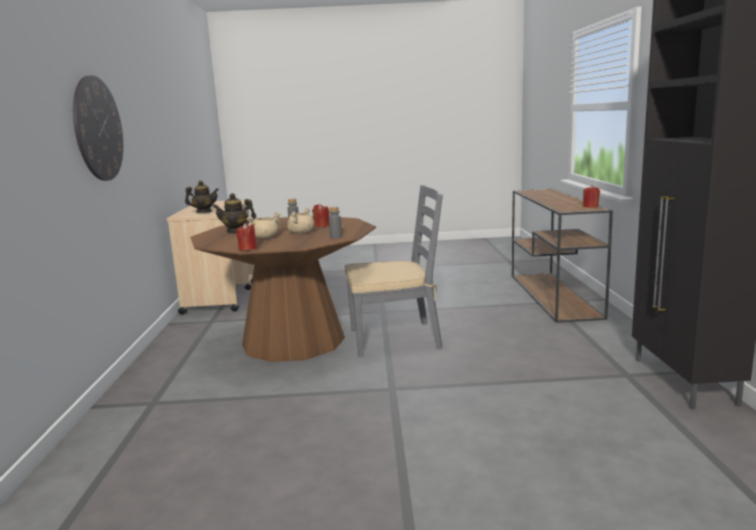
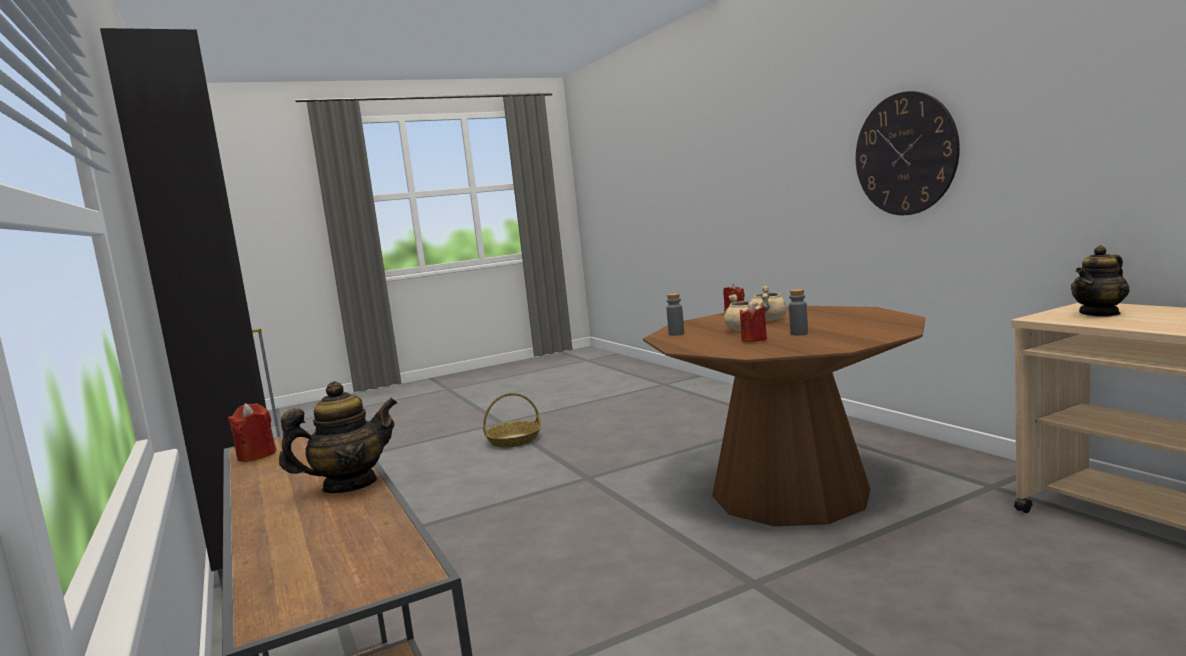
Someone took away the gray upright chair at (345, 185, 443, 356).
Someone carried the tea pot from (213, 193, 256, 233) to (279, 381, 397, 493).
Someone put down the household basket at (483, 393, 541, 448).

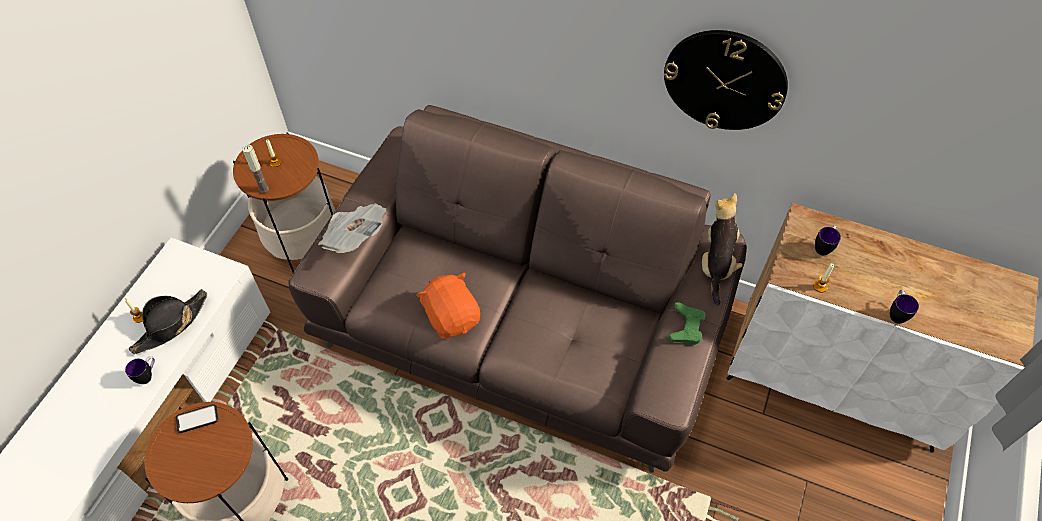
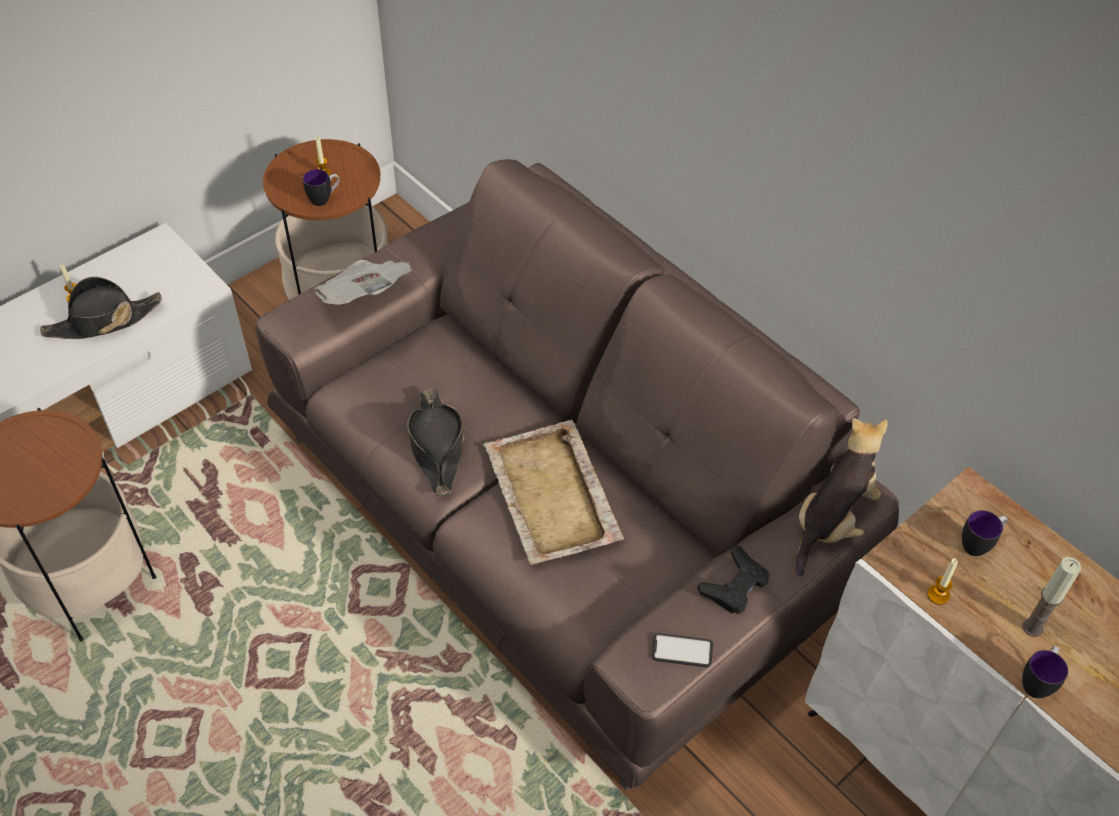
Someone took away the hanging clock at (664, 30, 788, 130).
Someone carried the wax light from (242, 145, 269, 193) to (1022, 557, 1081, 637).
Someone swapped the orange-coloured soft toy at (416, 272, 480, 339) for the blackish hat at (408, 388, 464, 497).
Someone repainted the greenish gamepad at (668, 302, 706, 345), which became the blackish gamepad at (697, 545, 770, 614).
Someone carried the tea mug from (125, 356, 155, 384) to (303, 169, 340, 206).
Someone carried the telephone from (176, 404, 218, 433) to (652, 633, 713, 667).
Someone put down the beige-coloured serving tray at (483, 420, 624, 565).

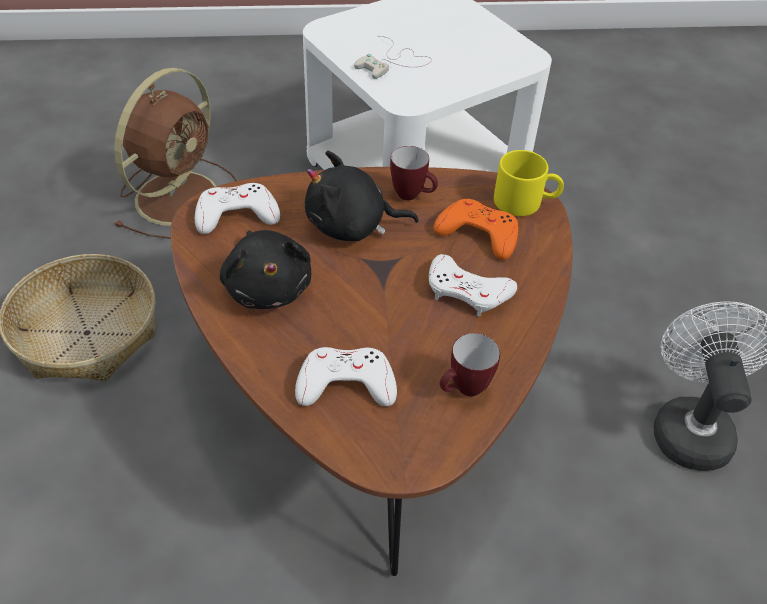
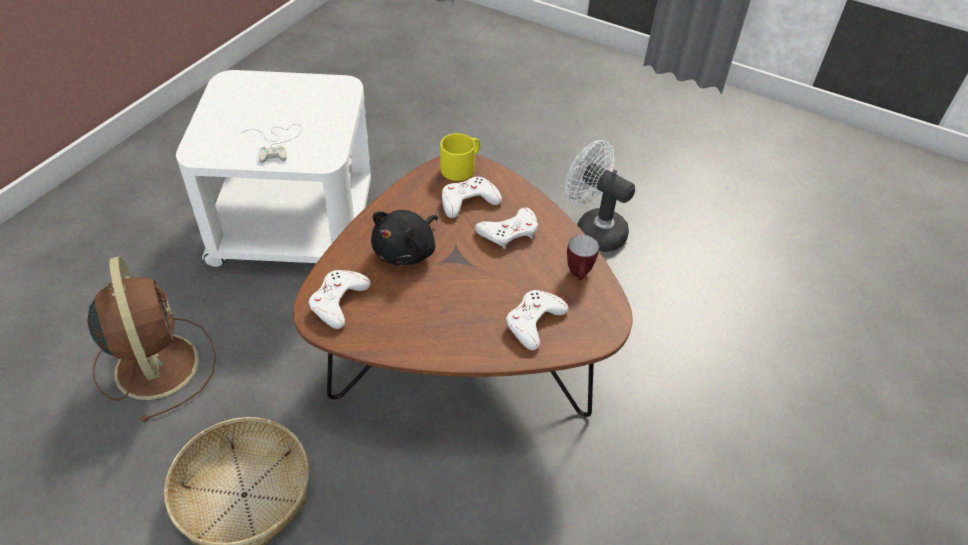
Someone took away the tea mug at (390, 146, 438, 200).
Someone repainted the orange-coloured gamepad at (434, 199, 518, 260), which became the whitish gamepad at (442, 177, 502, 218).
Someone took away the blackish soft toy at (220, 230, 311, 309).

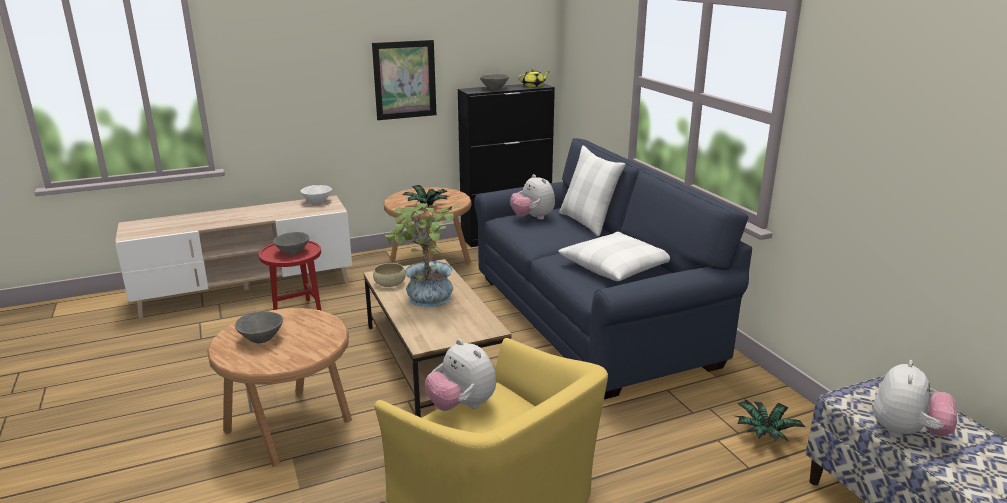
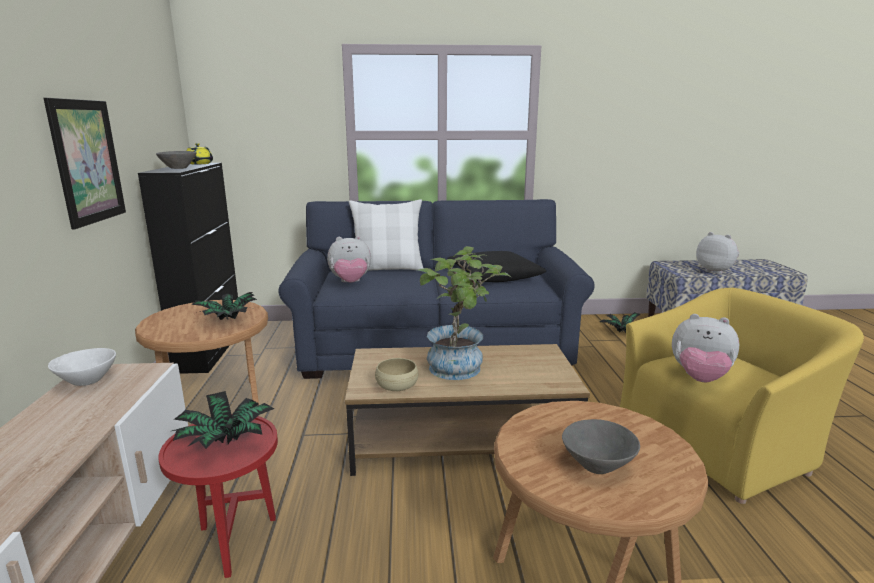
Someone swapped the gray serving bowl at (273, 232, 310, 255) for the plant in a pot at (172, 391, 274, 449).
Someone repainted the whitish cushion at (558, 232, 670, 281), which became the blackish cushion at (447, 251, 546, 282).
Someone rotated the soft toy at (425, 339, 496, 411) by 45 degrees clockwise.

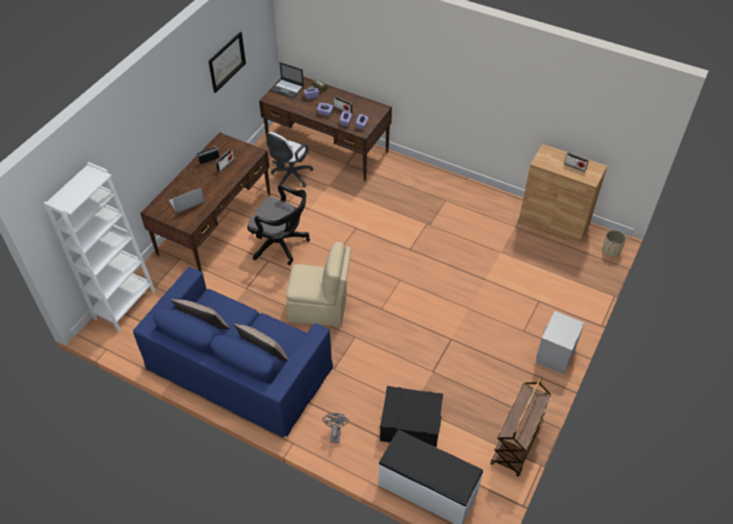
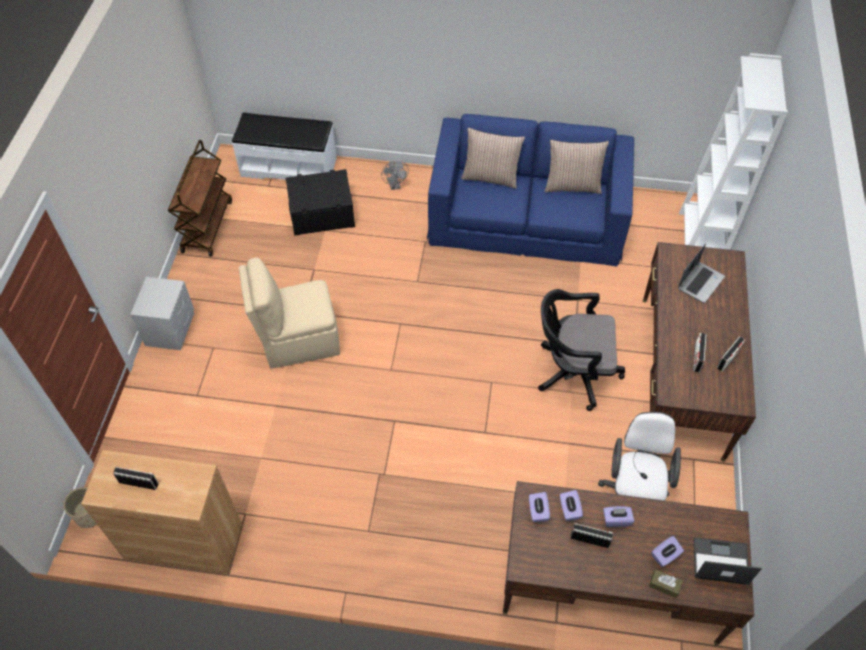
Someone took away the wall art at (208, 32, 246, 93).
Someone carried the beige-coloured upright chair from (286, 242, 351, 327) to (239, 257, 340, 369).

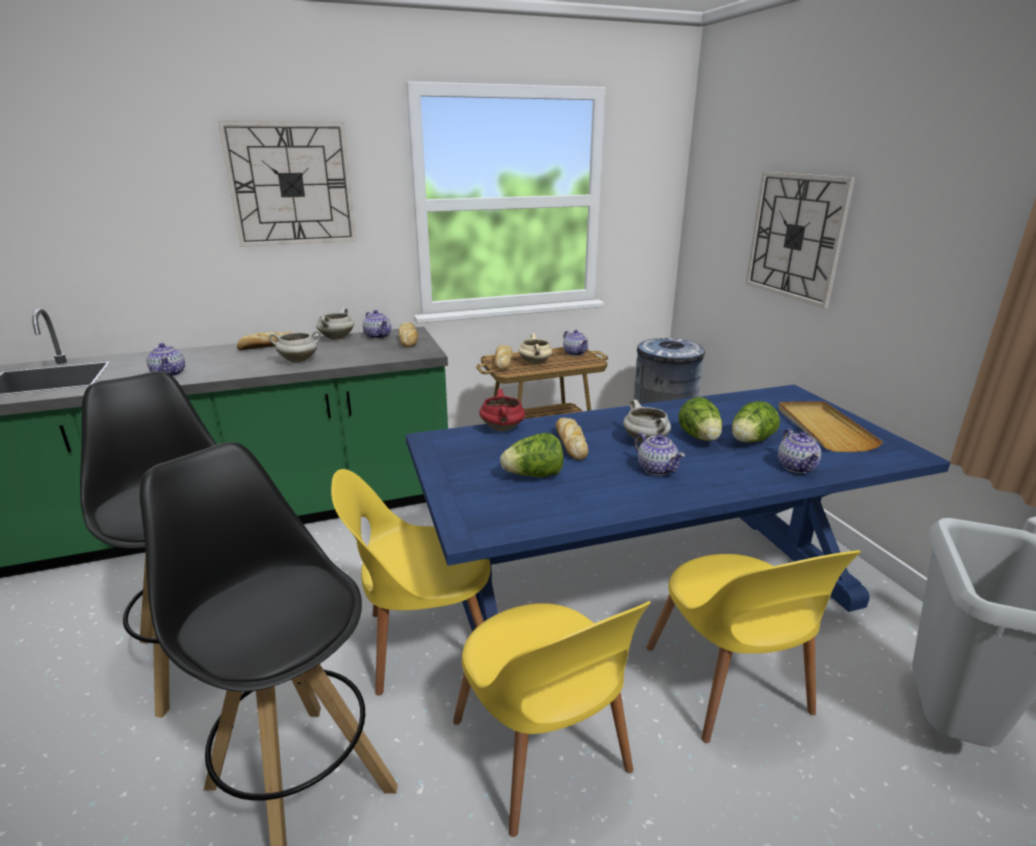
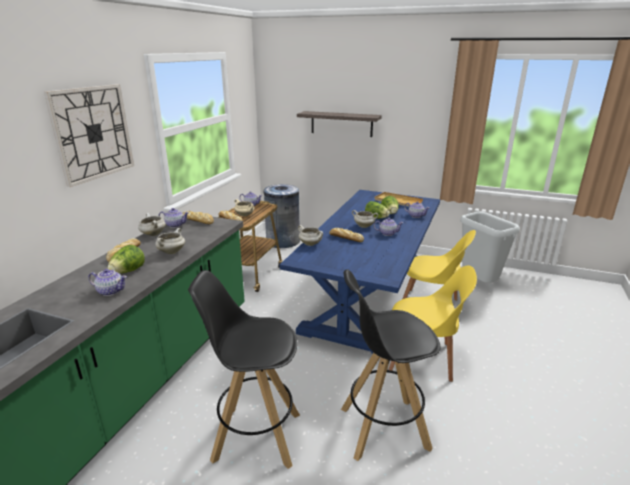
Someone swapped the hanging clock at (746, 172, 855, 308) for the bracket shelf at (297, 111, 382, 137).
Someone repainted the red-coloured saucepot at (479, 389, 525, 431), which became the whitish saucepot at (298, 225, 323, 246).
Someone carried the lettuce from (500, 433, 563, 477) to (108, 245, 145, 274).
Someone took away the yellow-coloured upright chair at (331, 469, 491, 696).

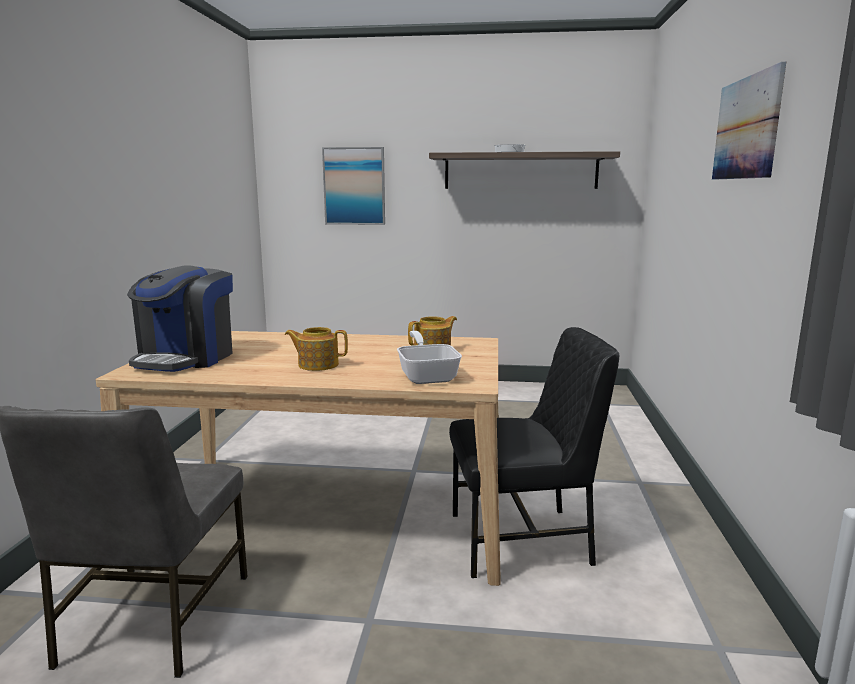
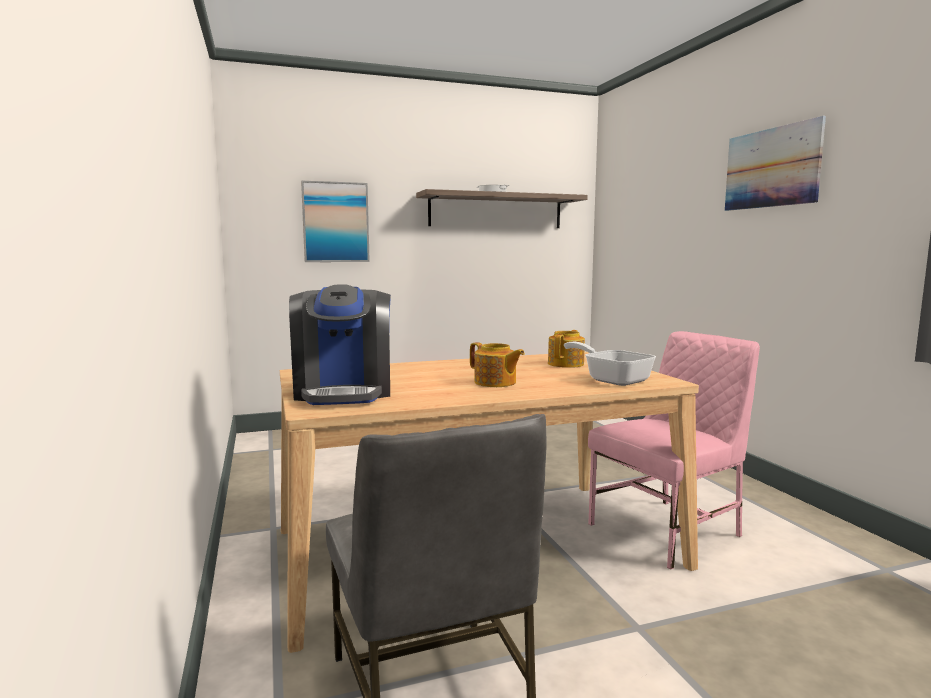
Someone rotated the tea pot at (285, 327, 348, 371) by 120 degrees counterclockwise.
Someone repainted the blackish upright chair at (449, 327, 619, 578), which became the pinkish upright chair at (588, 331, 760, 570).

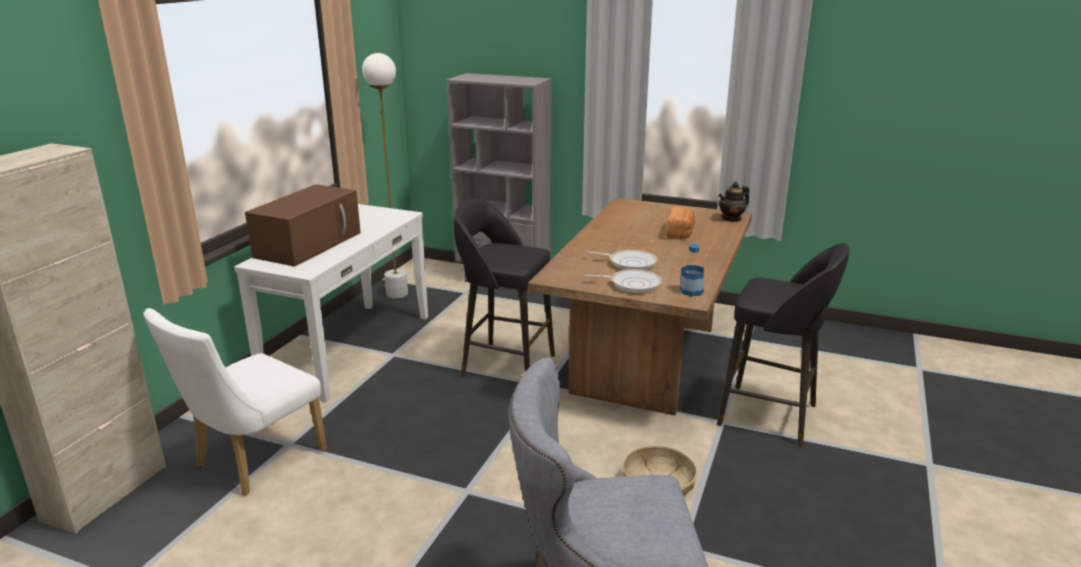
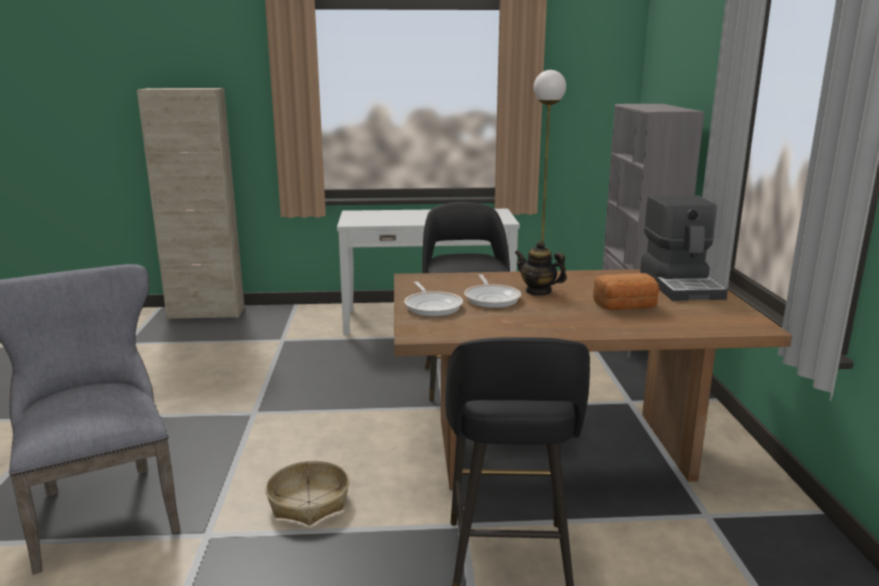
Someone carried the tea pot from (718, 181, 750, 222) to (515, 241, 567, 296).
Someone took away the brown microwave at (245, 184, 361, 267).
Someone took away the bottle at (680, 244, 704, 296).
Someone took away the whitish upright chair at (144, 308, 327, 496).
Someone put down the coffee machine at (640, 195, 728, 301).

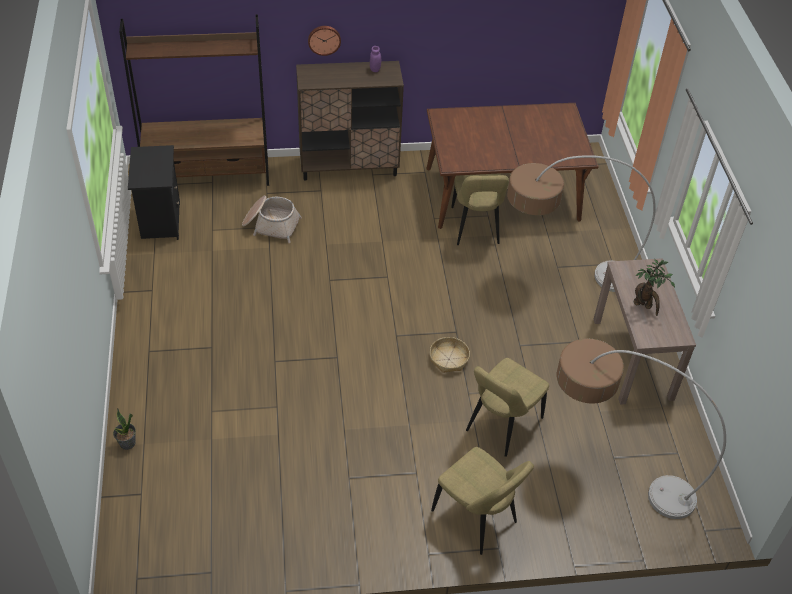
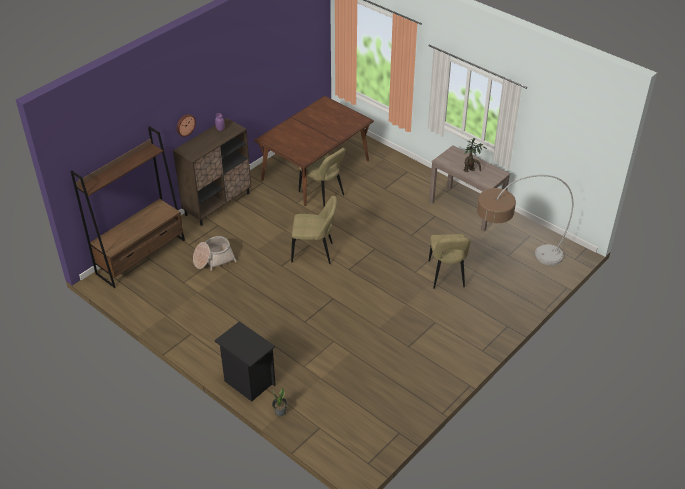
Someone carried the blackish night table from (128, 145, 180, 240) to (214, 321, 276, 402).
Someone took away the standing lamp at (507, 155, 656, 292).
Someone took away the household basket at (430, 337, 470, 373).
Someone carried the beige-coloured upright chair from (431, 447, 534, 555) to (291, 195, 337, 264).

